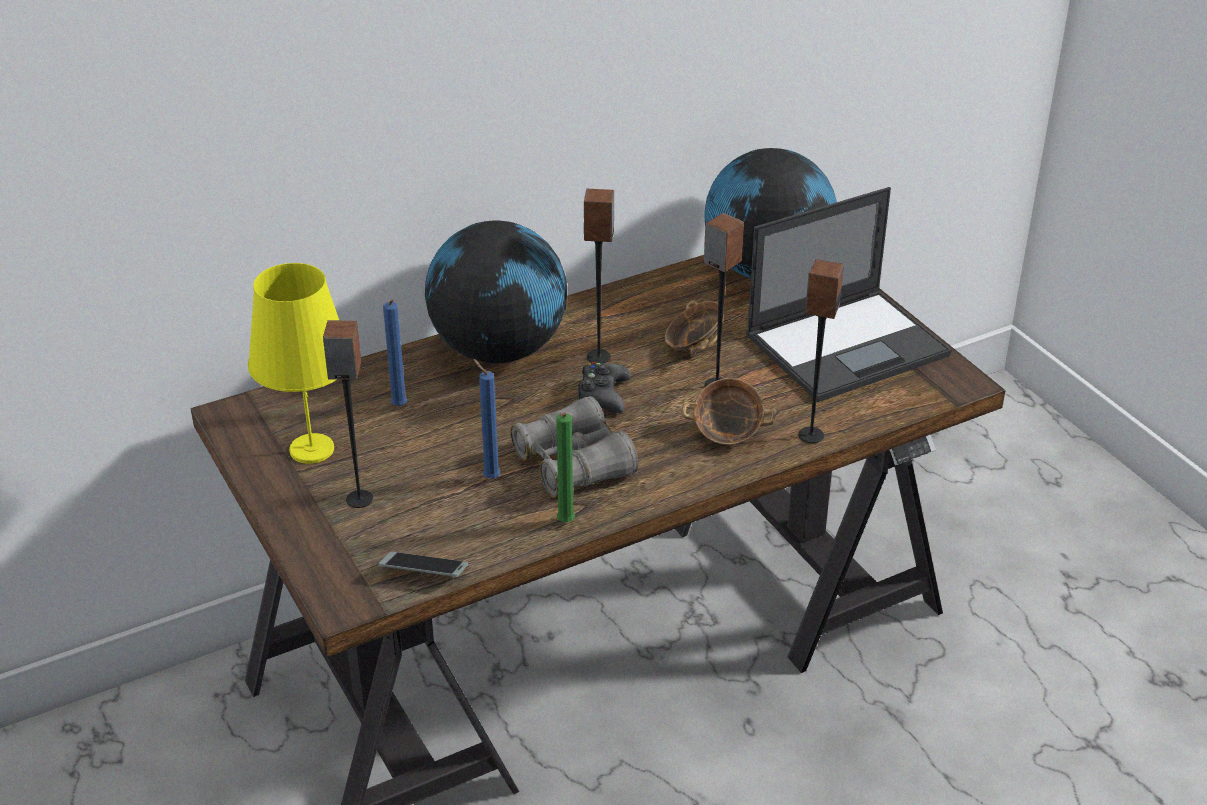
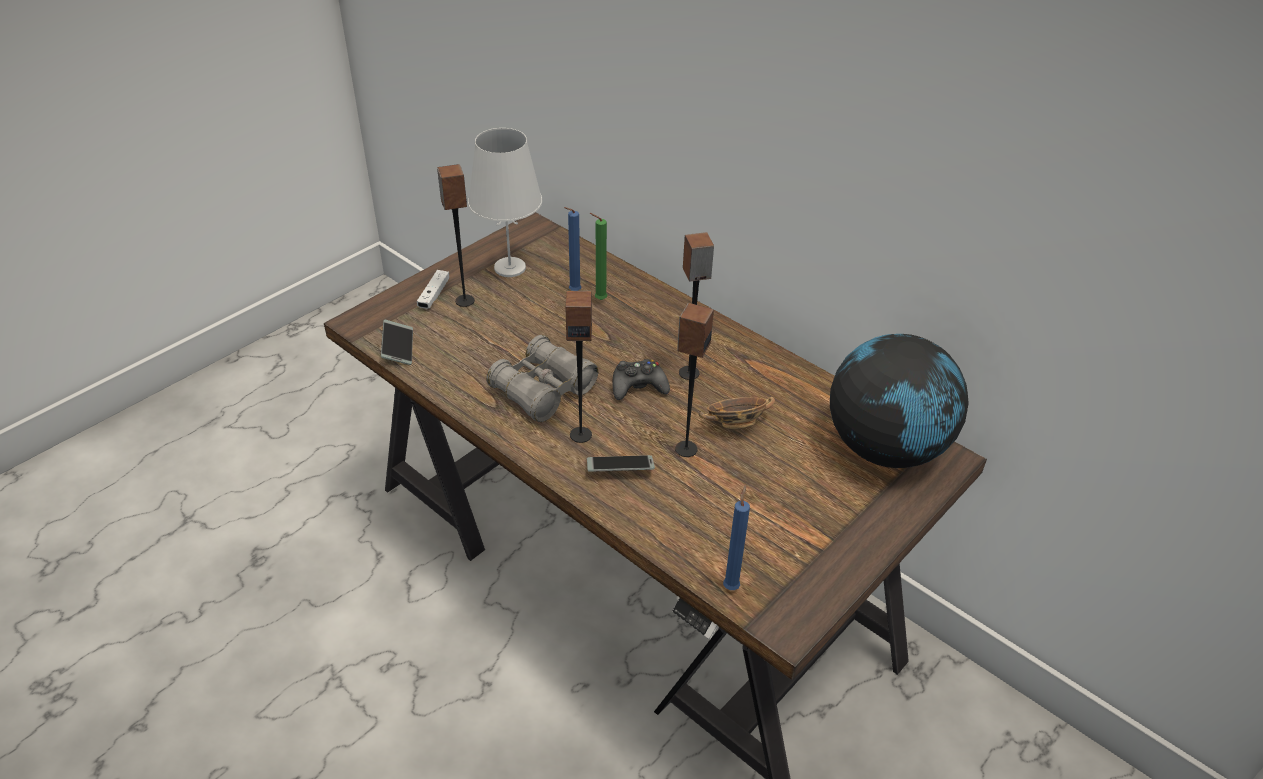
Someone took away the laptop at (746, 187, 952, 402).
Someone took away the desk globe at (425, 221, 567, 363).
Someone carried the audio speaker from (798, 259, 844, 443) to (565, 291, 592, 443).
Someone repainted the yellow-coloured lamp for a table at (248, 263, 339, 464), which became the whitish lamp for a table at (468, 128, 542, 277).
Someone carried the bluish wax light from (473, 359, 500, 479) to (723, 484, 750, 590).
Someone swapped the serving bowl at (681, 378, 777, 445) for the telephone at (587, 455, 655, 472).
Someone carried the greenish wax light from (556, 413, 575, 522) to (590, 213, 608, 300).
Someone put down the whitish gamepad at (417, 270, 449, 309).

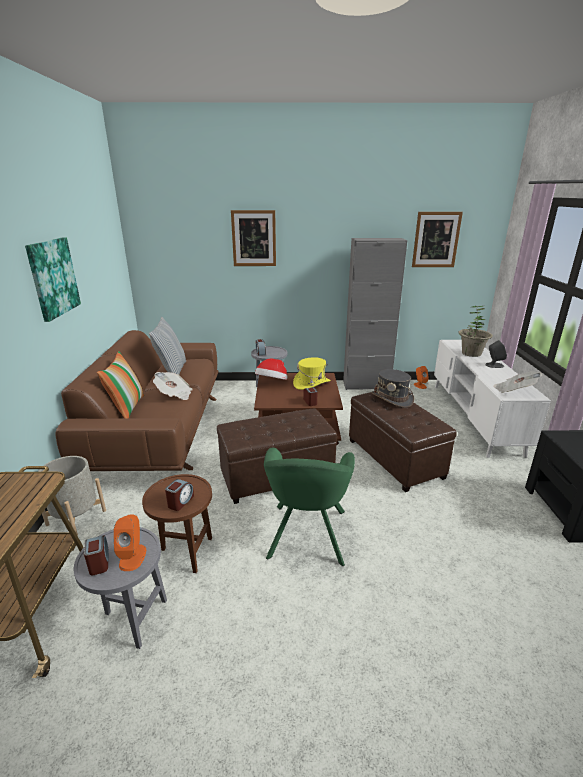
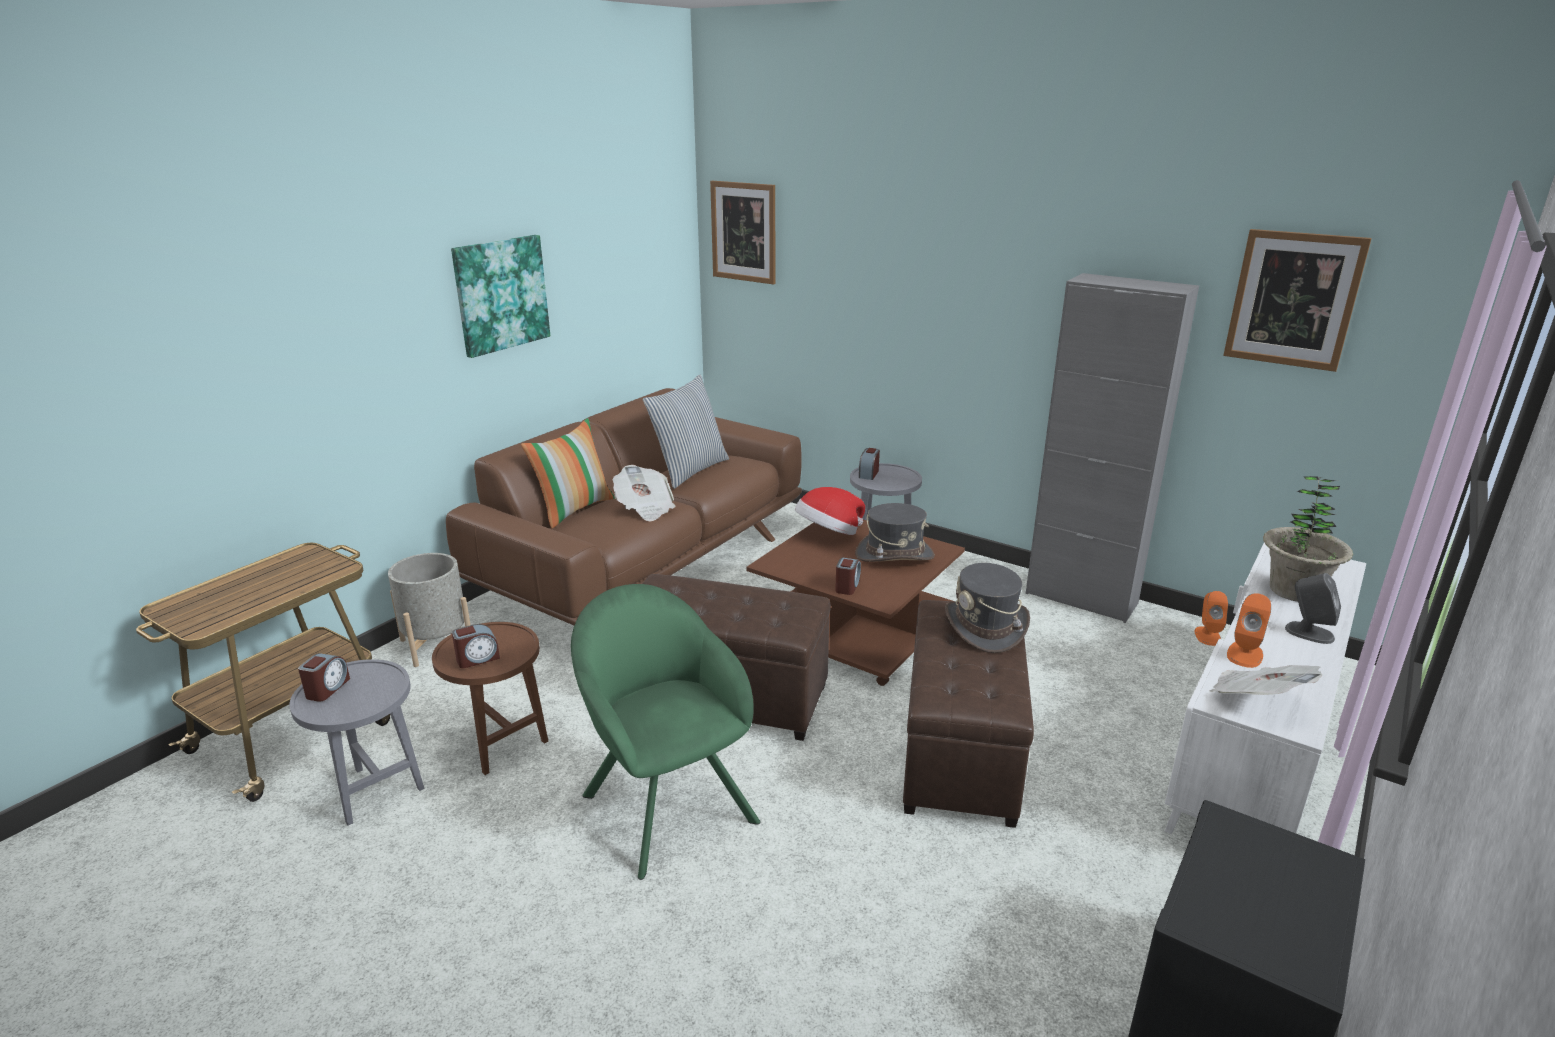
Someone carried the wall art from (231, 210, 276, 266) to (710, 181, 775, 285).
Someone repainted the yellow-coloured hat at (293, 357, 330, 390), which became the gray hat at (855, 503, 935, 562).
Someone rotated the greenish lounge chair at (264, 448, 355, 566) by 105 degrees clockwise.
Someone carried the orange-coloured audio speaker from (114, 514, 146, 571) to (1227, 593, 1271, 668).

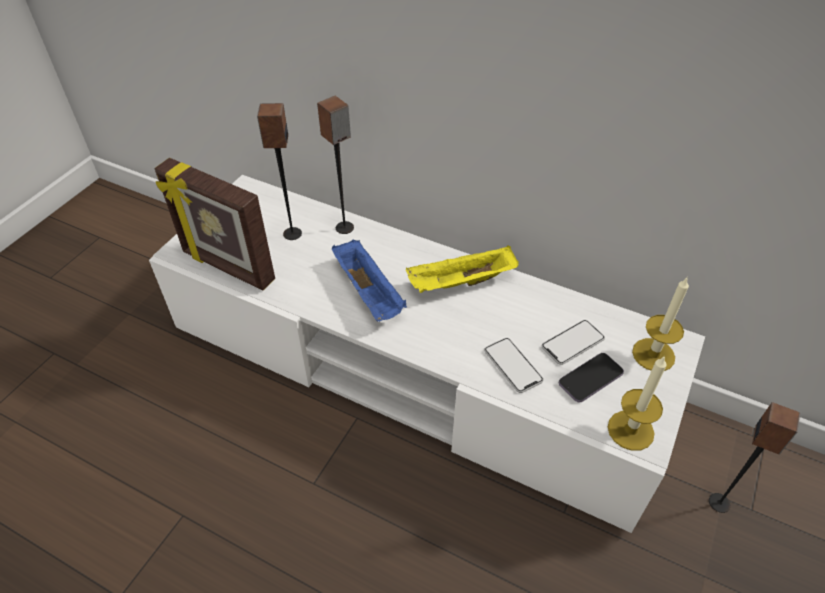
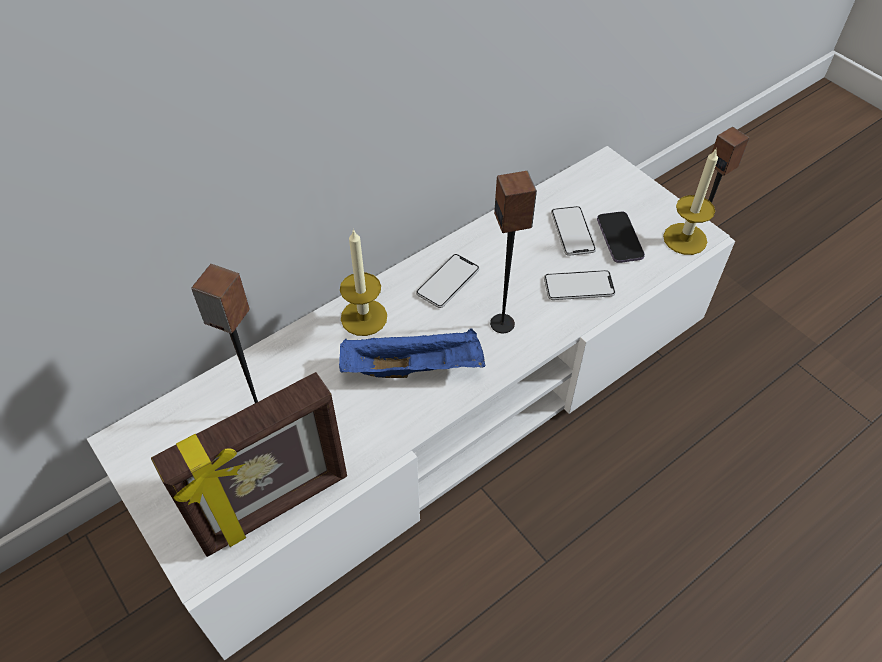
Someone carried the audio speaker from (317, 96, 354, 234) to (490, 171, 537, 333).
Someone swapped the yellow-coloured serving tray at (406, 246, 519, 293) for the telephone at (416, 254, 480, 308).
Someone carried the wax light from (632, 278, 689, 371) to (340, 229, 387, 336).

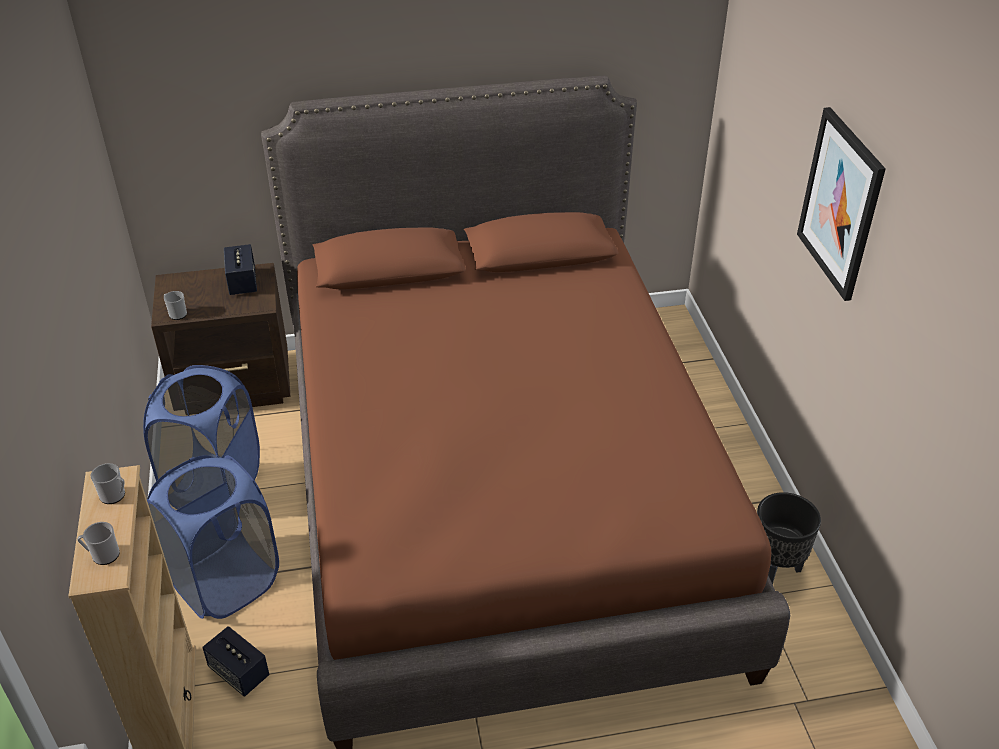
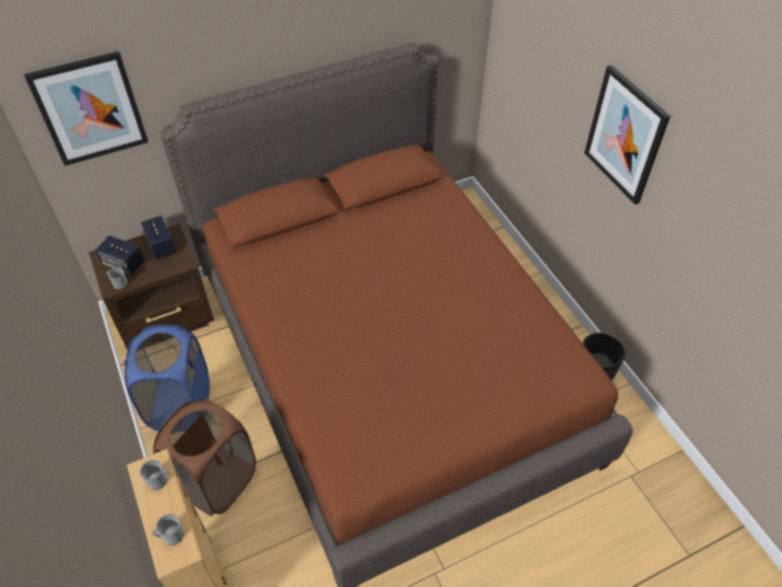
Someone repainted the bluish washing basket at (147, 455, 279, 619), which became the brown washing basket at (153, 398, 256, 516).
Someone carried the audio speaker from (203, 626, 269, 697) to (95, 235, 144, 275).
Someone put up the wall art at (24, 51, 148, 166).

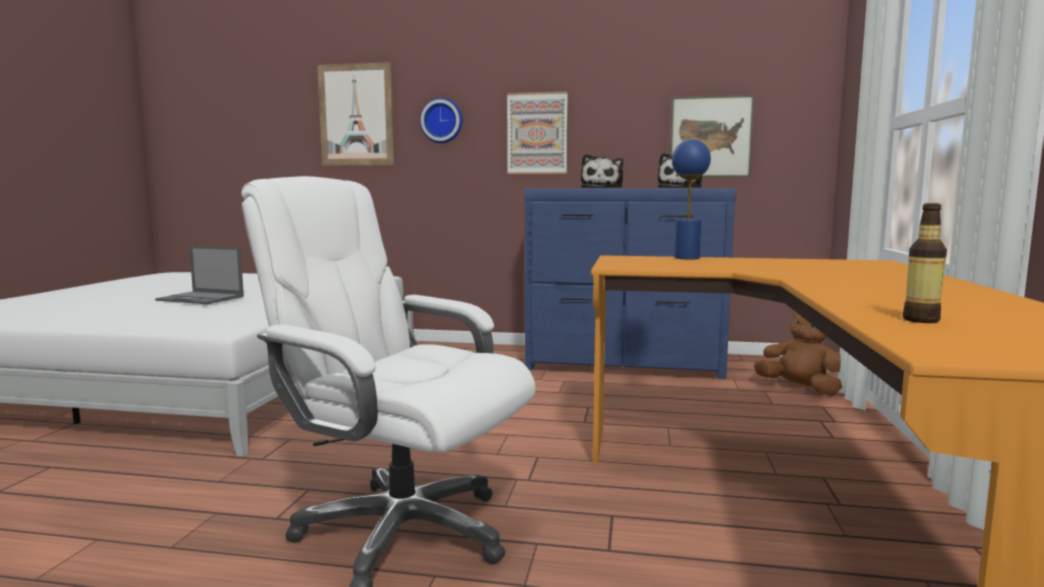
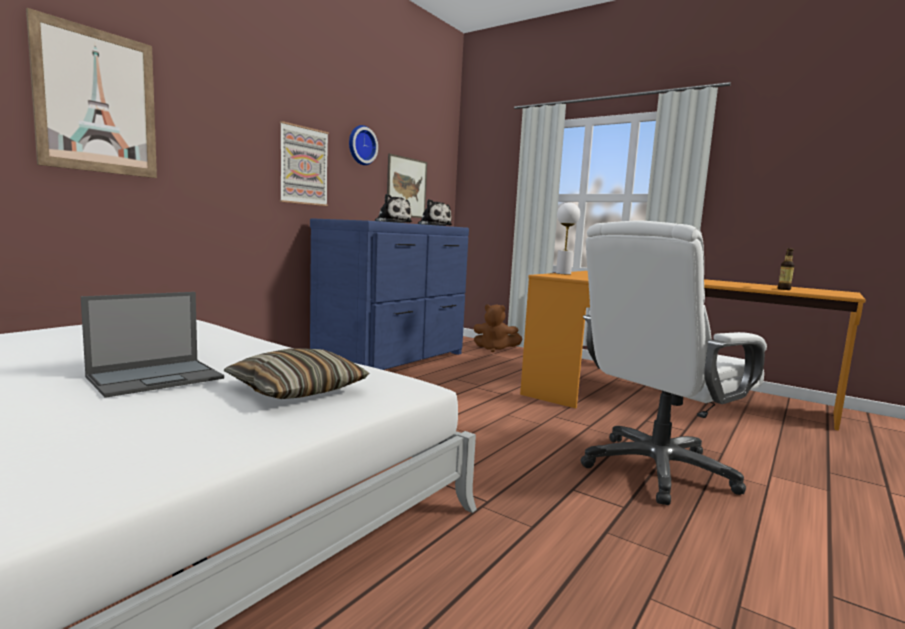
Someone carried the hanging clock from (420, 98, 462, 143) to (349, 125, 378, 165).
Someone repainted the bluish lamp for a table at (672, 139, 711, 259), which became the whitish lamp for a table at (556, 202, 580, 275).
Someone rotated the brown soft toy at (754, 311, 842, 394) by 135 degrees counterclockwise.
Someone put down the cushion at (223, 349, 369, 399).

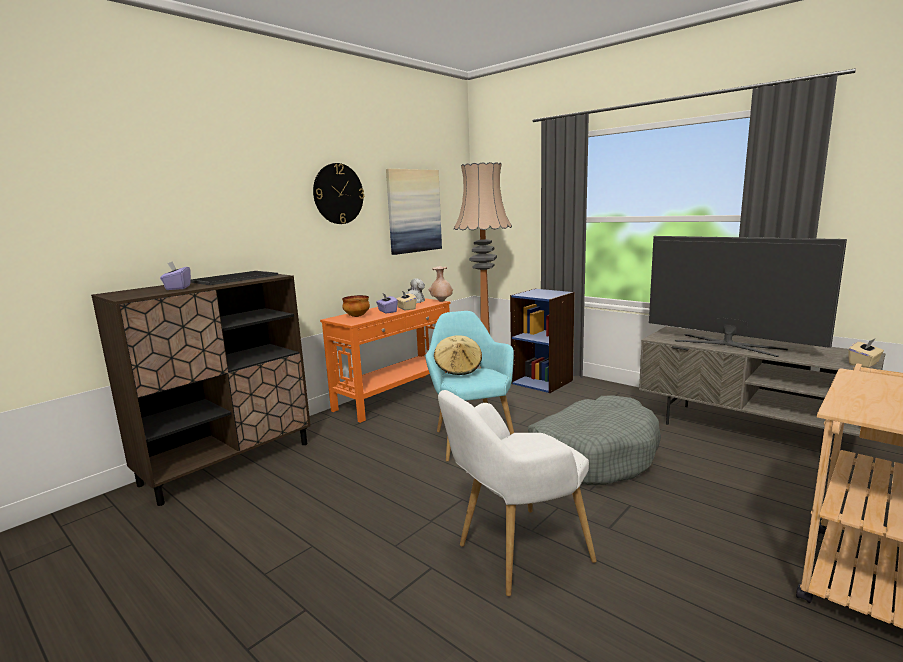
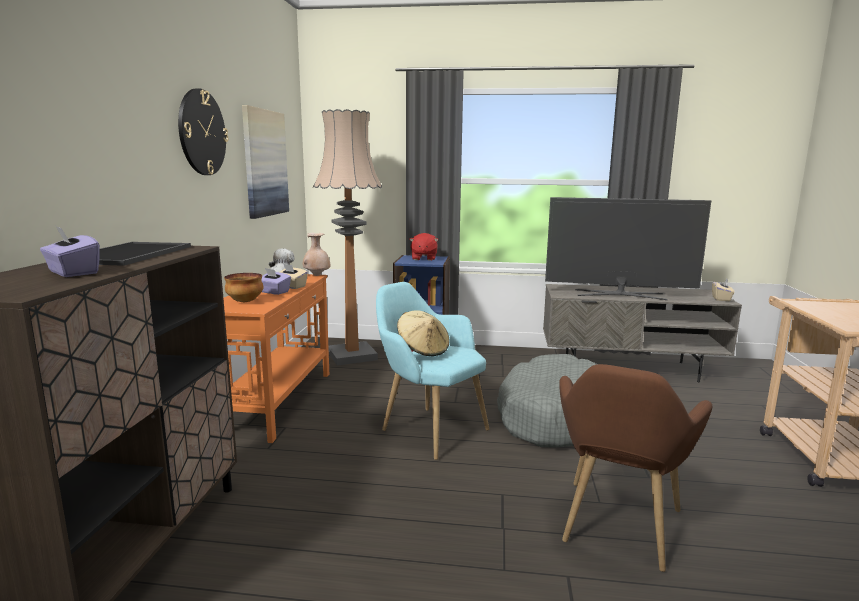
Someone repainted the whitish lounge chair at (438, 390, 597, 596), which became the brown lounge chair at (559, 364, 713, 572).
Someone put down the red-coloured soft toy at (409, 233, 438, 261).

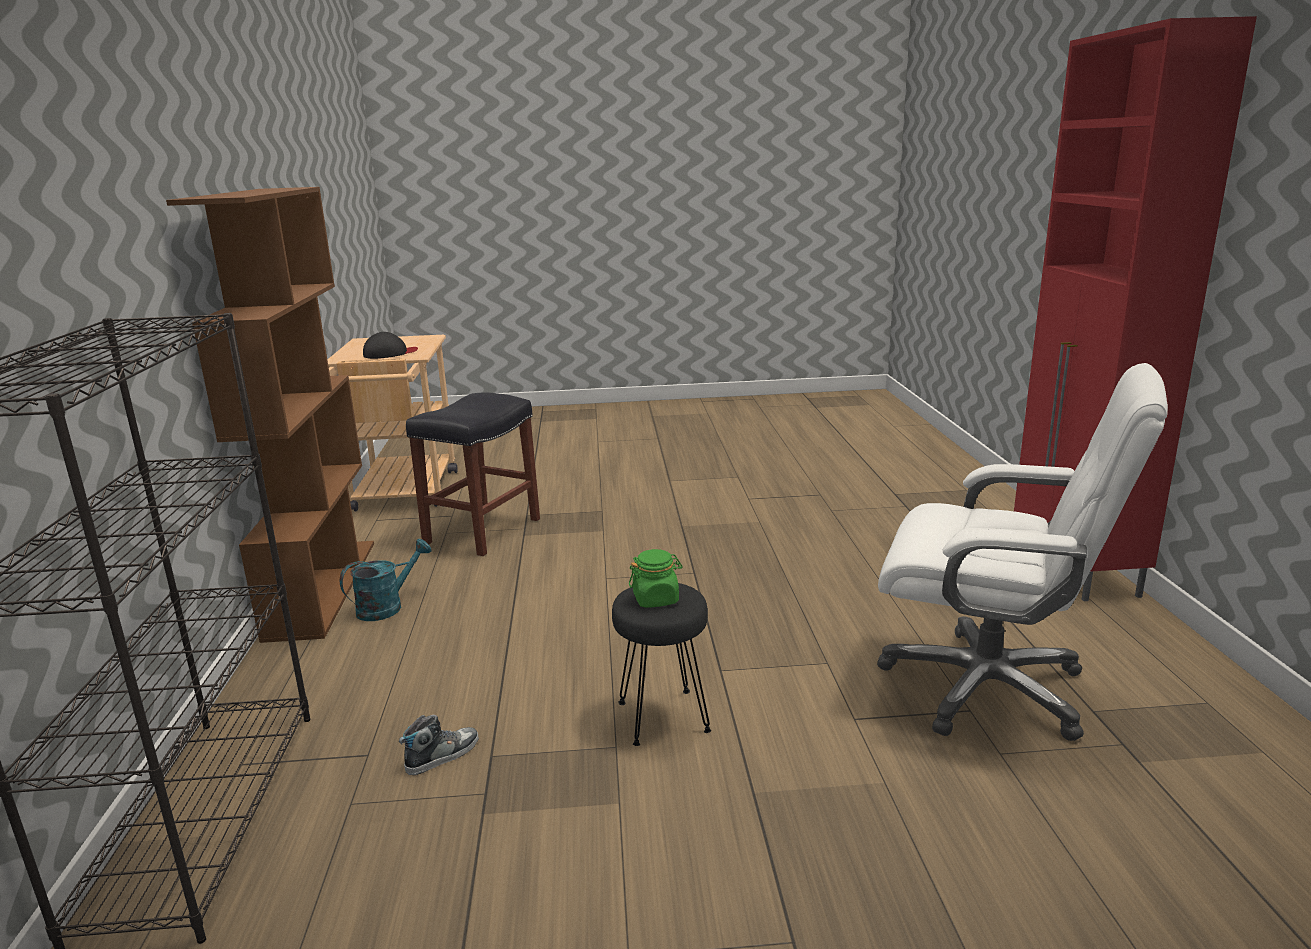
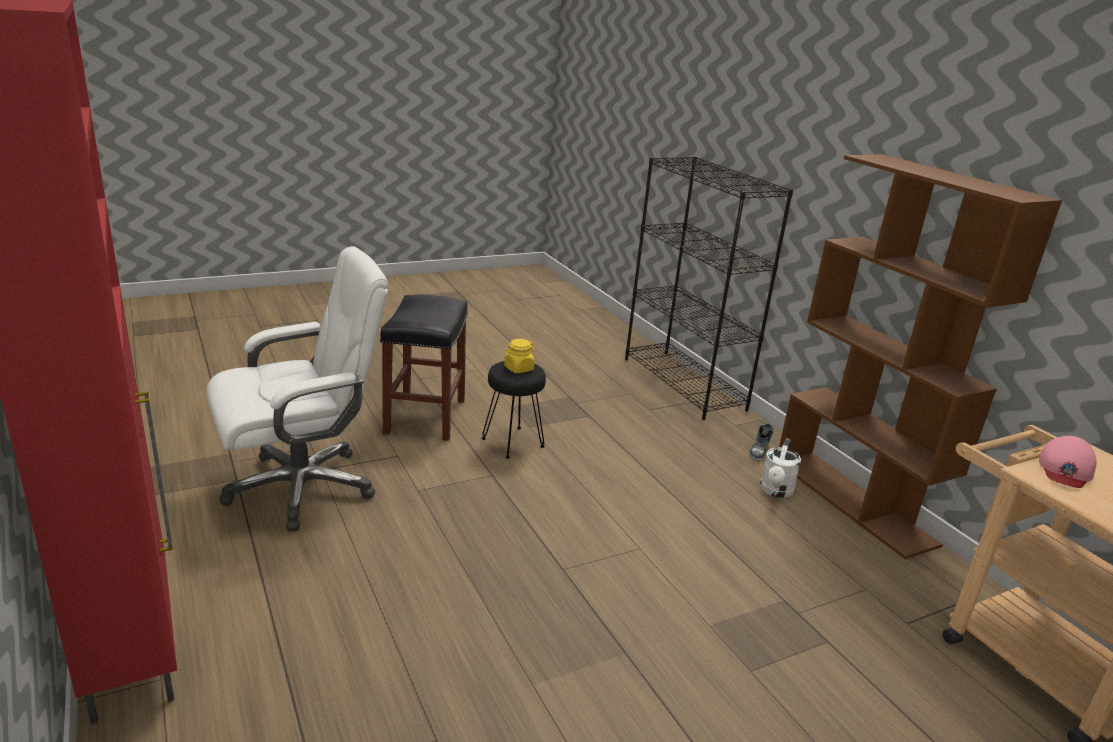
Someone repainted the blackish baseball cap at (363, 332, 418, 359), which became the pinkish baseball cap at (1039, 436, 1097, 488).
Someone rotated the whitish computer chair at (877, 363, 1168, 741) by 150 degrees clockwise.
Someone carried the blackish stool from (406, 392, 540, 556) to (380, 295, 468, 441).
Someone repainted the turquoise sprinkling can at (340, 539, 431, 621), which became the whitish sprinkling can at (760, 438, 801, 498).
Someone repainted the greenish jar at (629, 549, 683, 608), which became the yellow-coloured jar at (504, 339, 535, 373).
Someone carried the item of footwear from (399, 715, 479, 775) to (749, 424, 774, 461).

